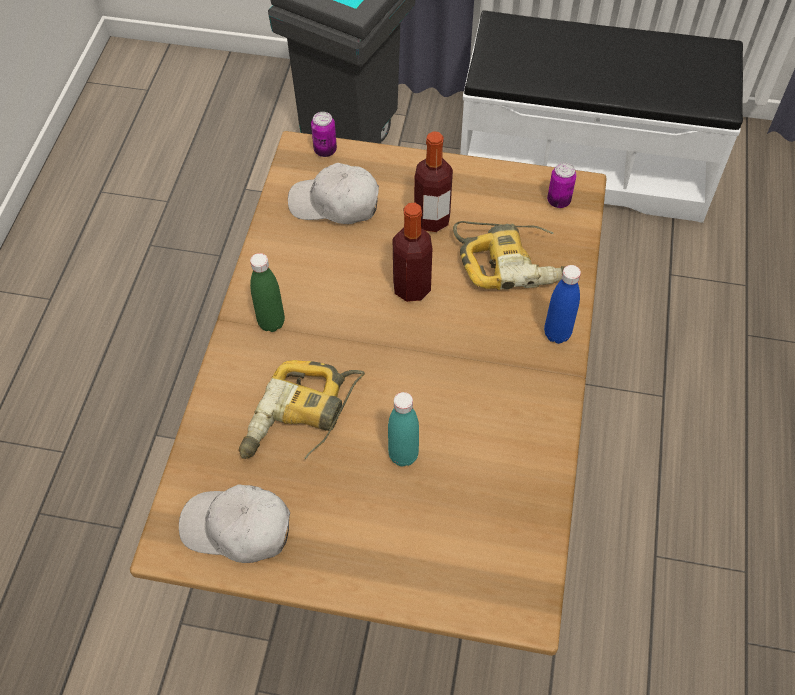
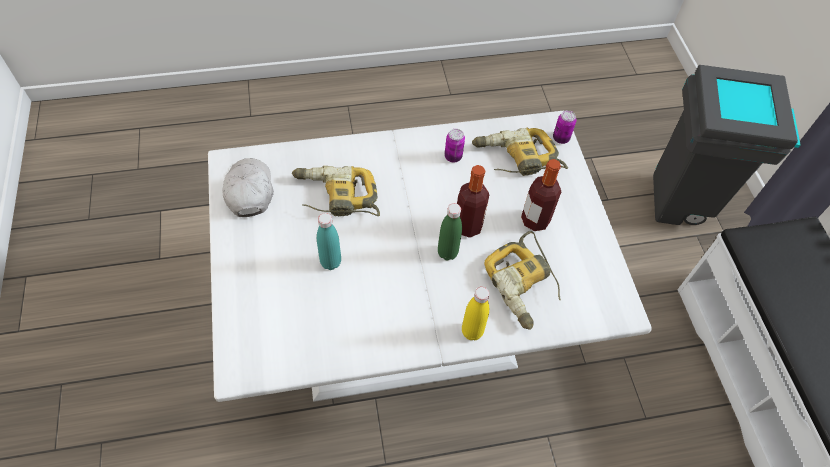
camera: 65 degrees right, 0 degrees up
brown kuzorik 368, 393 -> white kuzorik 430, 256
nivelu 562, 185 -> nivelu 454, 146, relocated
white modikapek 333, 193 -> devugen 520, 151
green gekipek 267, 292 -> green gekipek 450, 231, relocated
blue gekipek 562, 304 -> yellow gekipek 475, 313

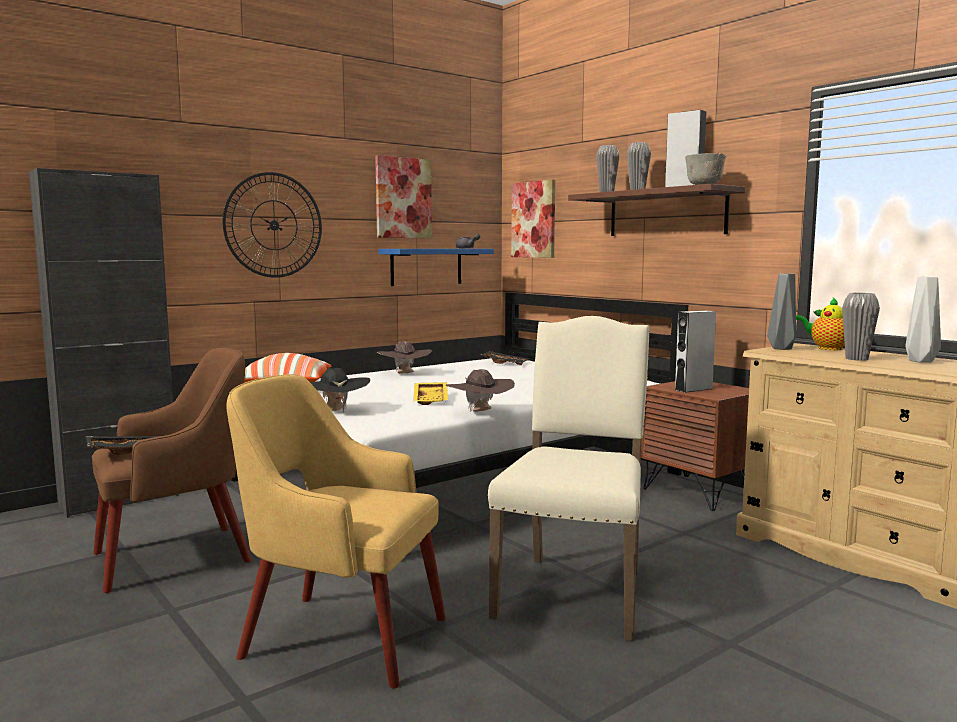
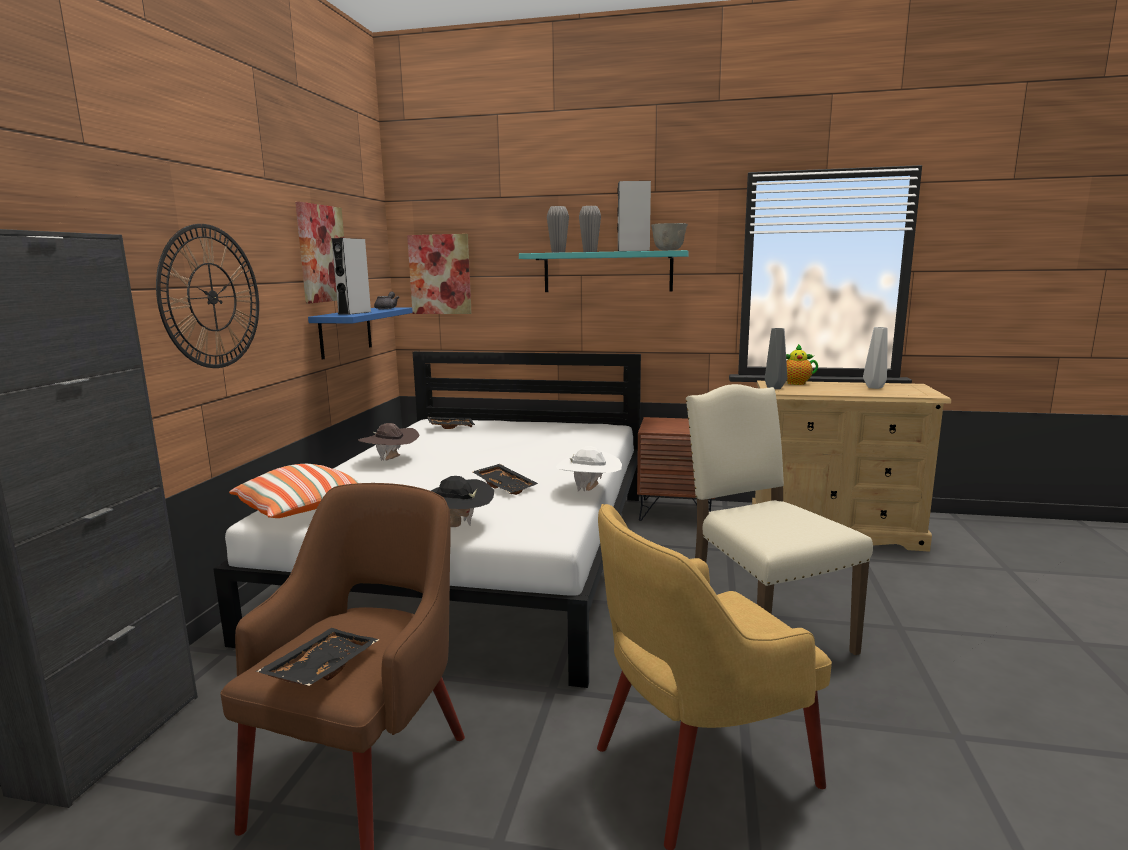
camera: 40 degrees left, 5 degrees up
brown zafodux 656, 210 -> turquoise zafodux 604, 271
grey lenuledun 861, 327 -> none
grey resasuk 695, 351 -> grey resasuk 351, 276, relocated
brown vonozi 480, 390 -> white vonozi 589, 469
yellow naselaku 430, 393 -> black naselaku 505, 479

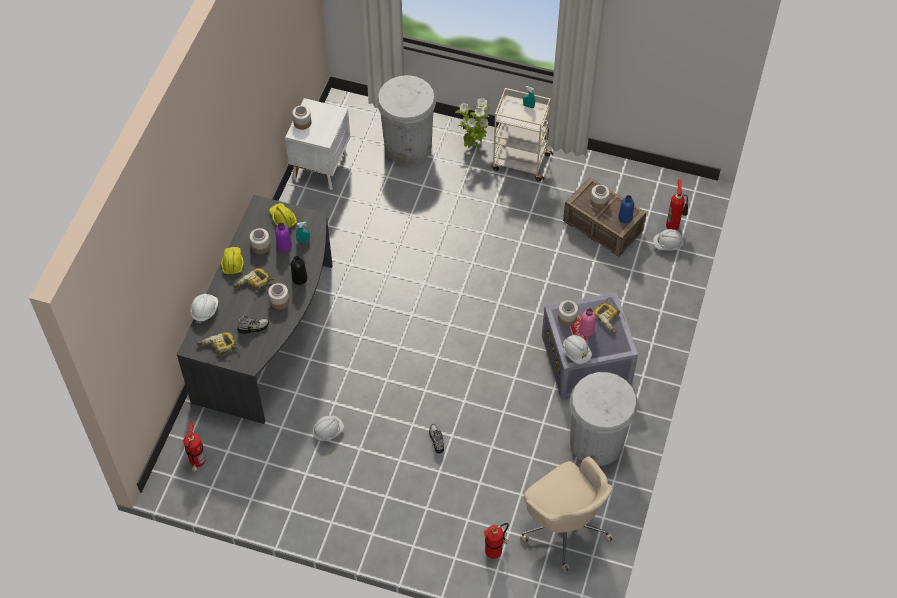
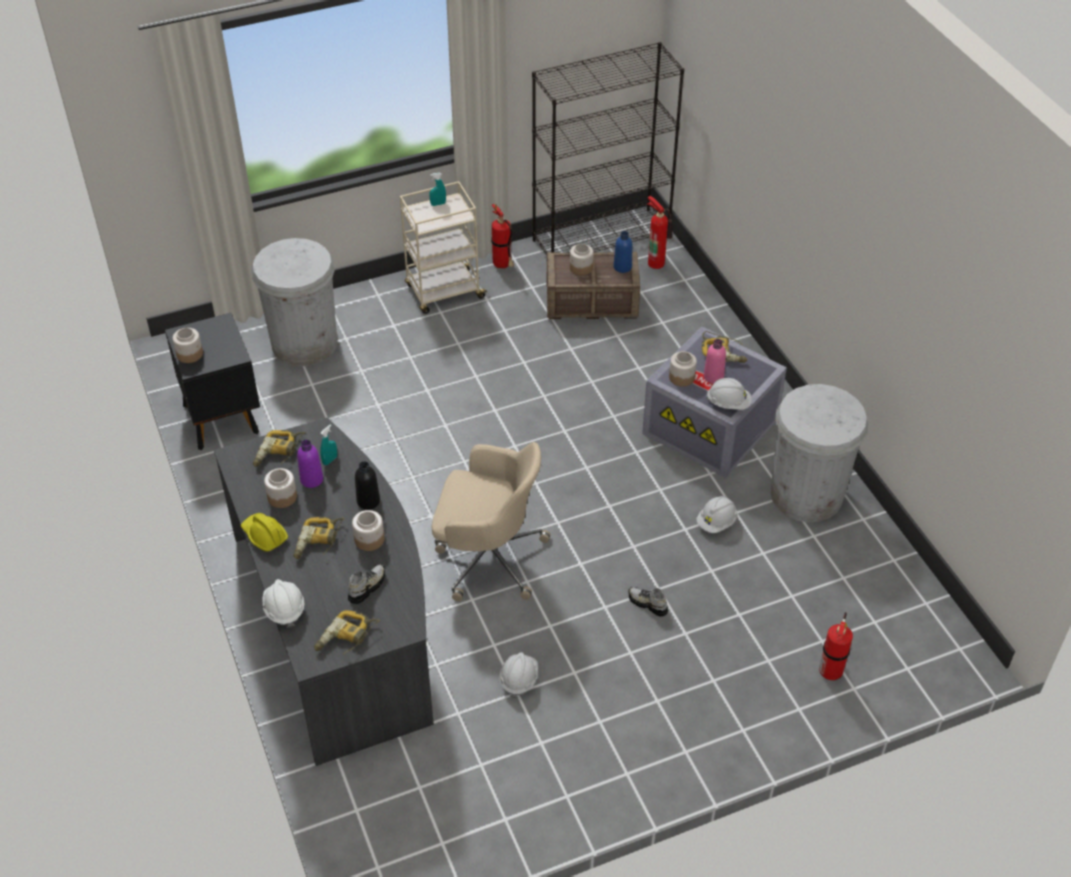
camera: 40 degrees left, 10 degrees down
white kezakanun 317, 144 -> black kezakanun 212, 381
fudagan 472, 123 -> none
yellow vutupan 283, 215 -> devugen 279, 448
white vutupan 668, 240 -> white vutupan 716, 514, relocated
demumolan 195, 447 -> demumolan 502, 236, relocated
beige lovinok 567, 514 -> beige lovinok 490, 521, relocated
none -> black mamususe 608, 148

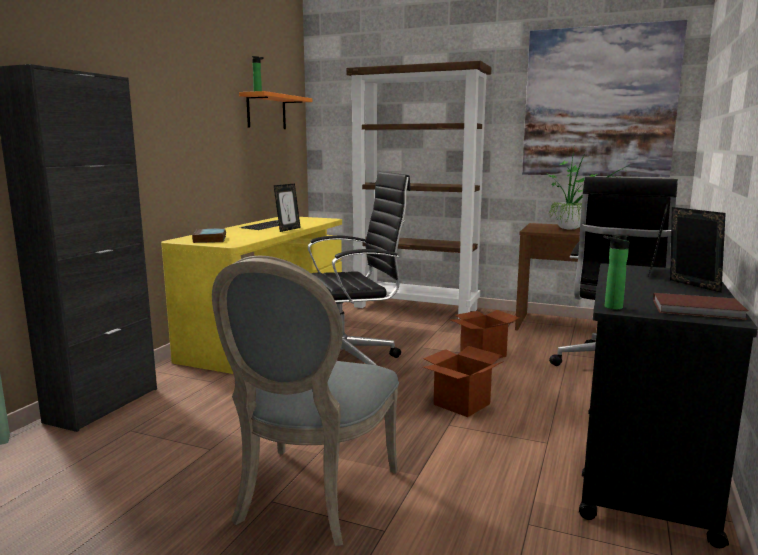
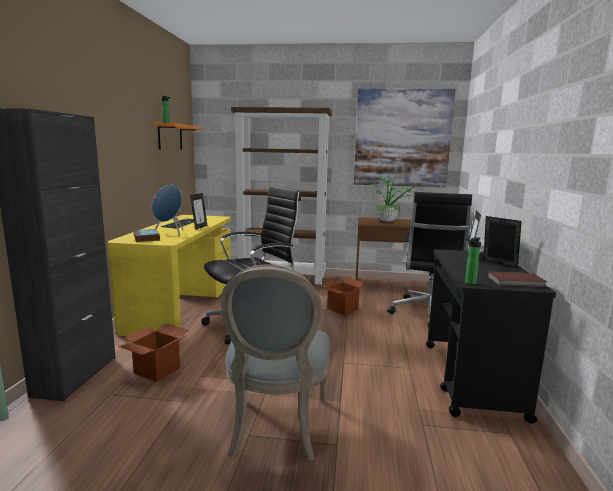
camera: 15 degrees left, 0 degrees up
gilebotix 463, 381 -> gilebotix 153, 352, relocated
none -> blue resasuk 168, 210

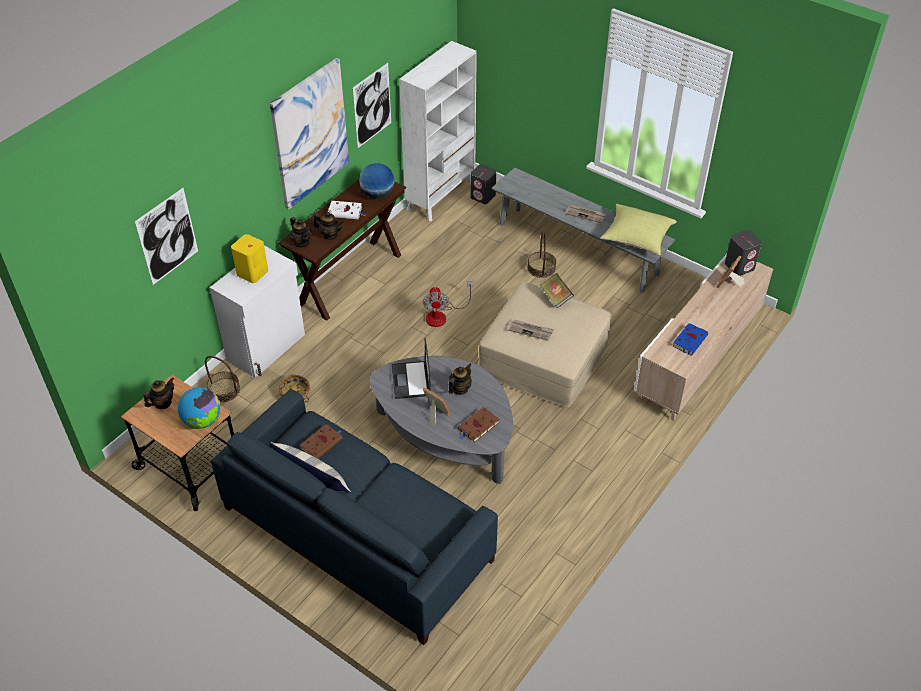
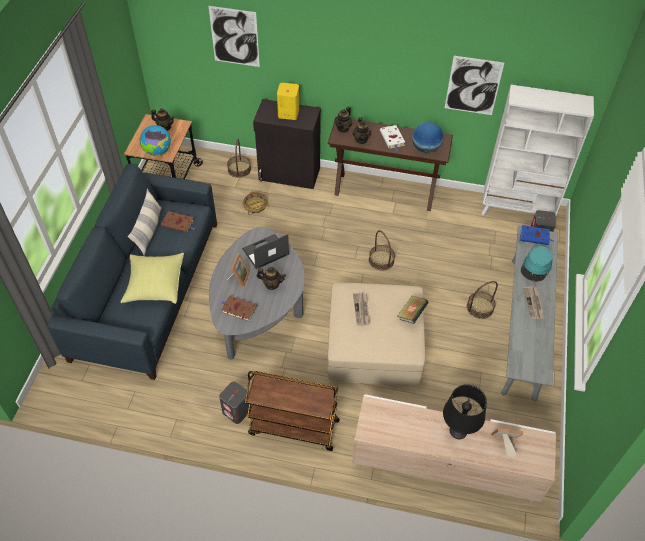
camera: 65 degrees right, 5 degrees up
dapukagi 309, 134 -> none
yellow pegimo 639, 229 -> yellow pegimo 152, 278, relocated
grey resasuk 743, 253 -> grey resasuk 235, 402, relocated
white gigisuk 257, 311 -> black gigisuk 287, 144
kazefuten 448, 304 -> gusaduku 382, 250
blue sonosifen 690, 339 -> blue sonosifen 537, 235, relocated
none -> turquoise vonozi 537, 263
none -> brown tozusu 292, 411
none -> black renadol 465, 411

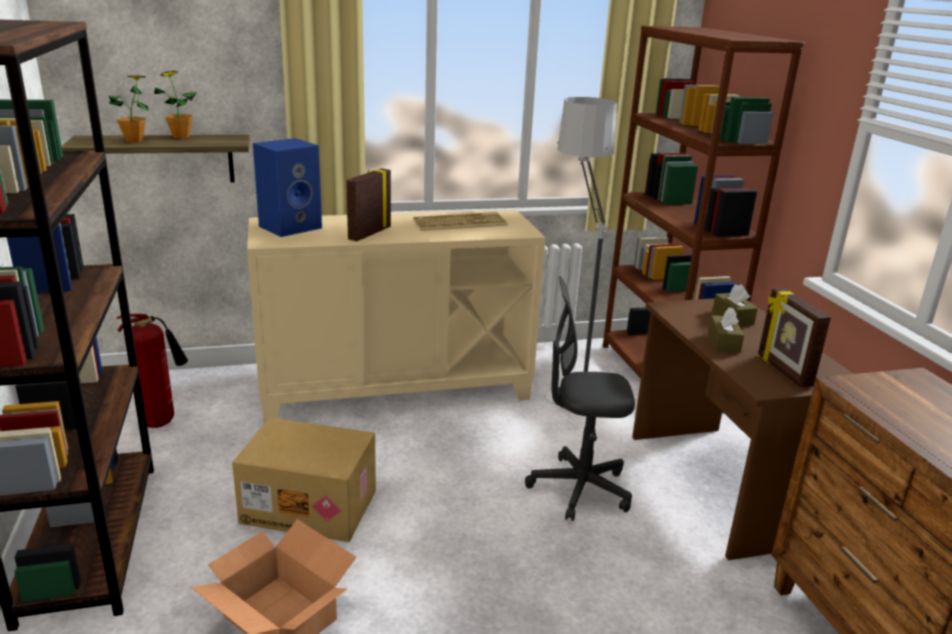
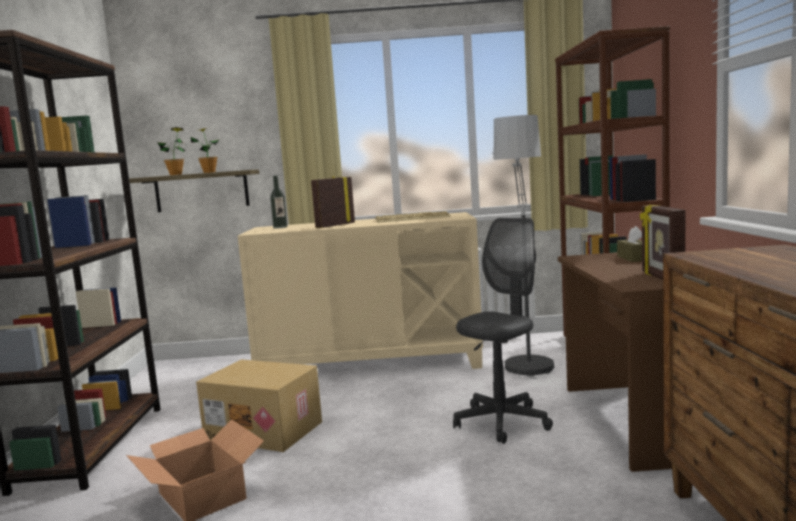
camera: 15 degrees right, 15 degrees down
blue resasuk 287, 187 -> gekipek 278, 202
grey lovinok 580, 398 -> grey lovinok 503, 331, 120 degrees clockwise
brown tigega 726, 330 -> none
demumolan 152, 371 -> none

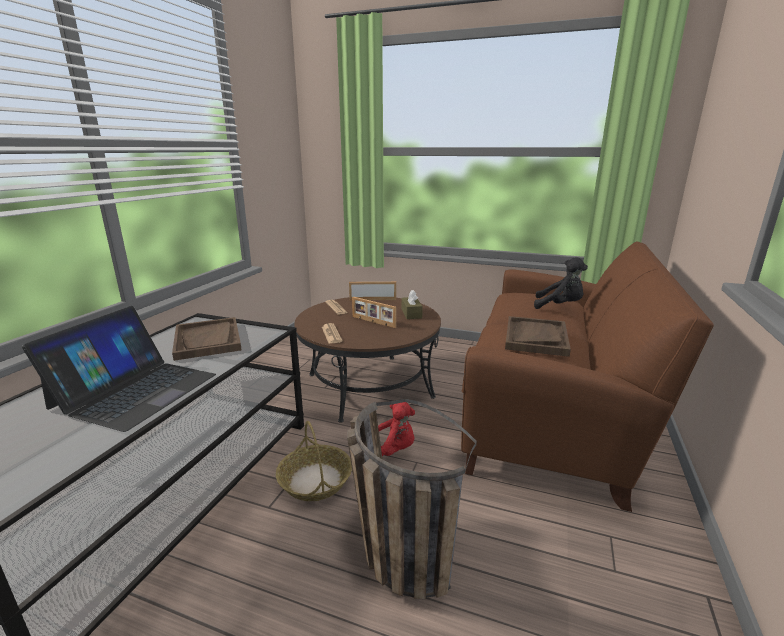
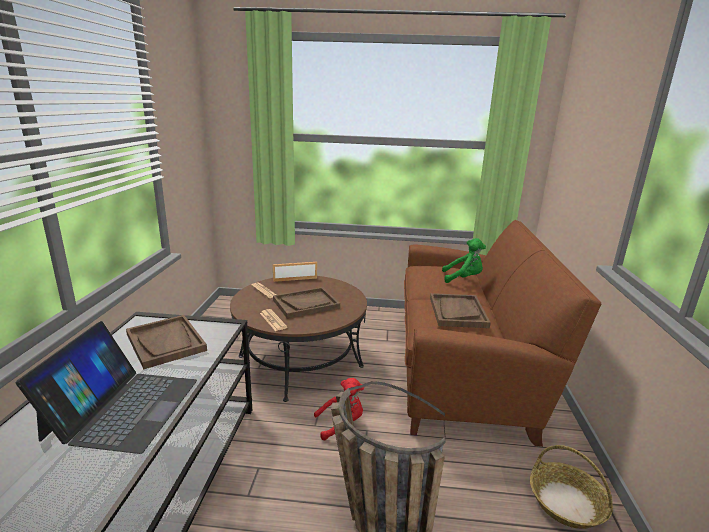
camera: 15 degrees left, 0 degrees up
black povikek 561, 283 -> green povikek 464, 260
brown tigega 412, 304 -> none
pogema 374, 312 -> brown naselaku 306, 303
gusaduku 314, 461 -> gusaduku 571, 487, relocated

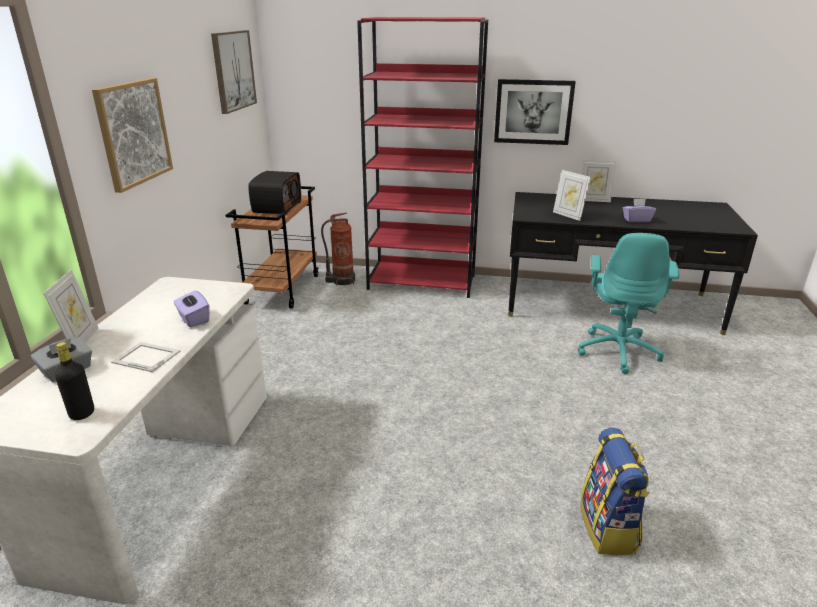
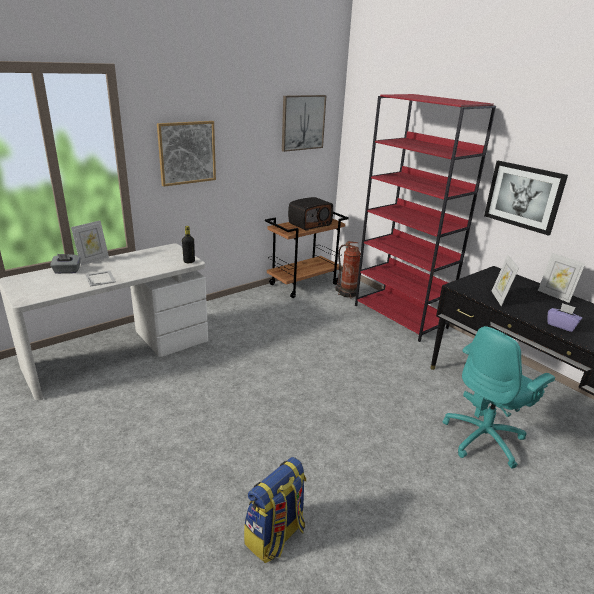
camera: 40 degrees right, 0 degrees up
purple tigega 191, 308 -> none
black gekipek 74, 381 -> black gekipek 188, 244, relocated

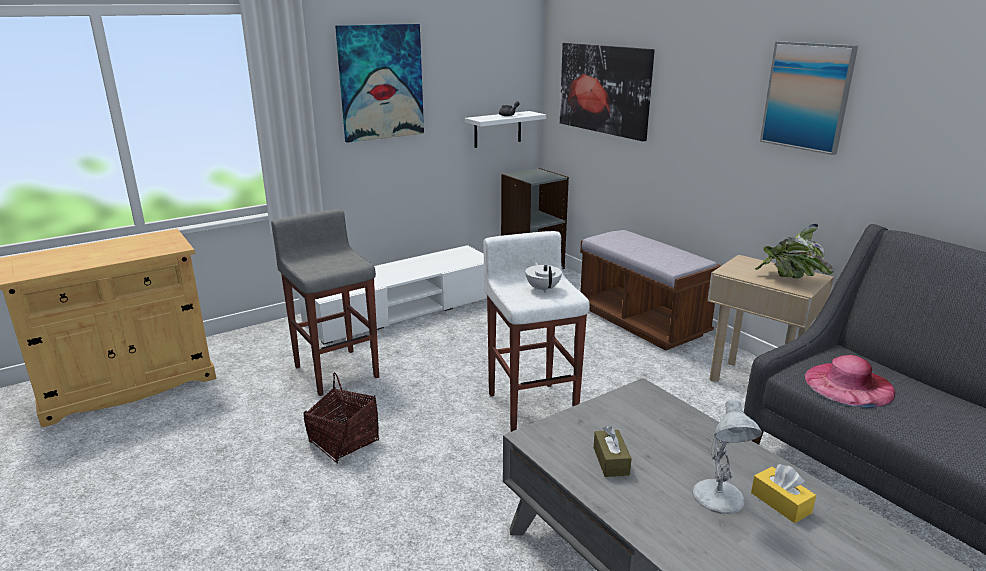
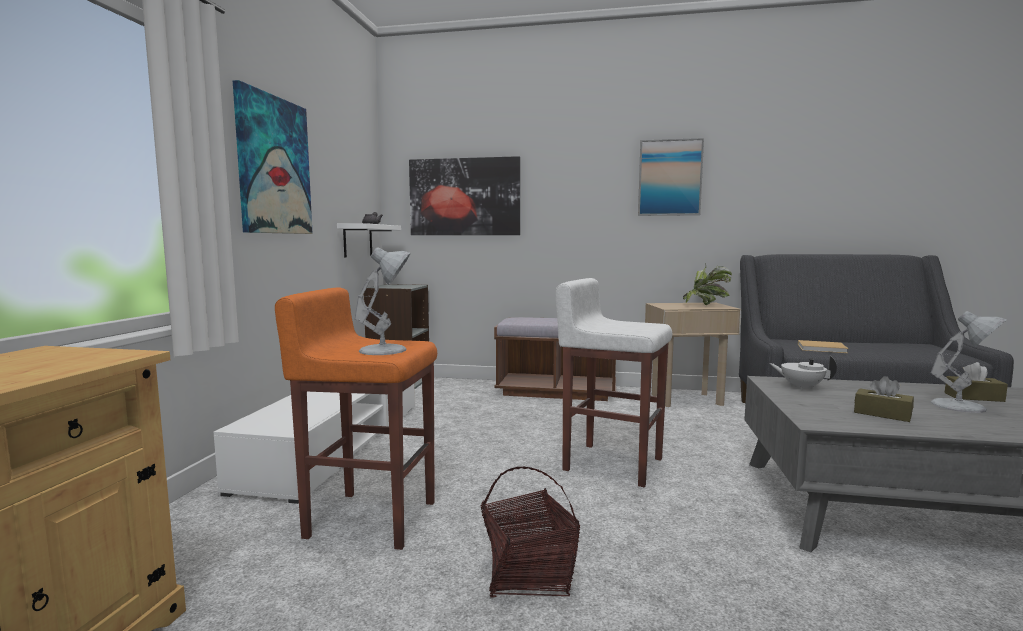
camera: 45 degrees left, 15 degrees down
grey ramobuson 325, 302 -> orange ramobuson 356, 418
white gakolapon 543, 277 -> white gakolapon 803, 373, relocated
pink vonozi 849, 381 -> beige sonosifen 823, 346
yellow tigega 783, 493 -> brown tigega 976, 382
none -> white renadol 382, 301

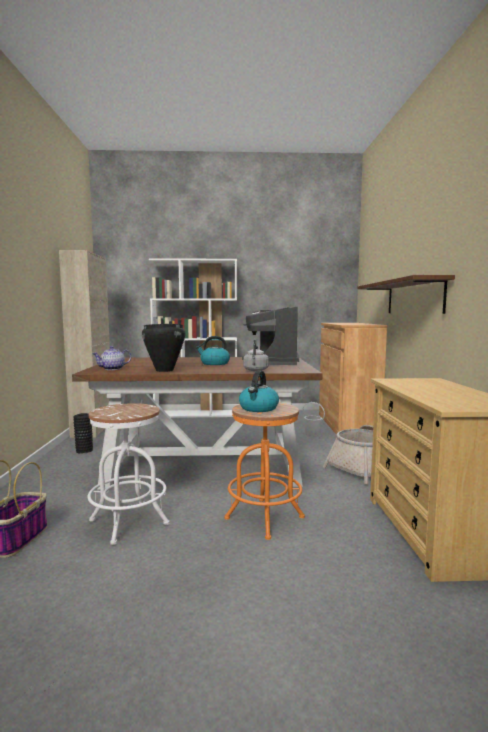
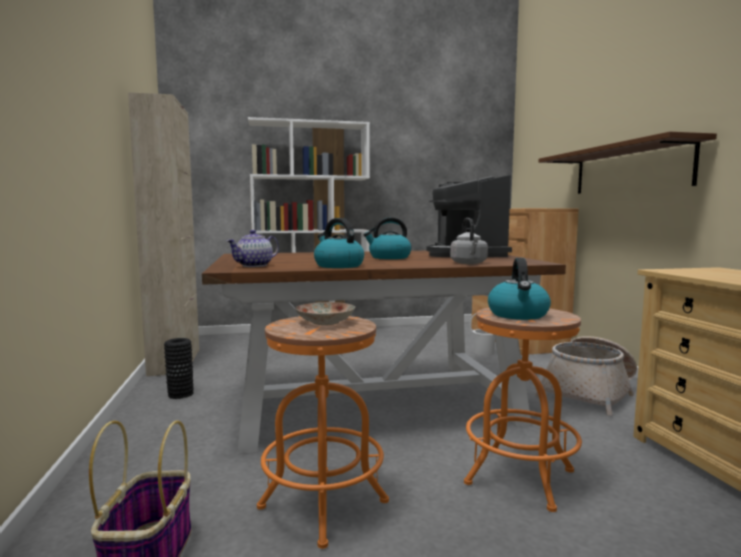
camera: 10 degrees left, 0 degrees up
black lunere 164, 347 -> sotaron 339, 243
white ramobuson 128, 474 -> orange ramobuson 323, 432
none -> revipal 325, 313

